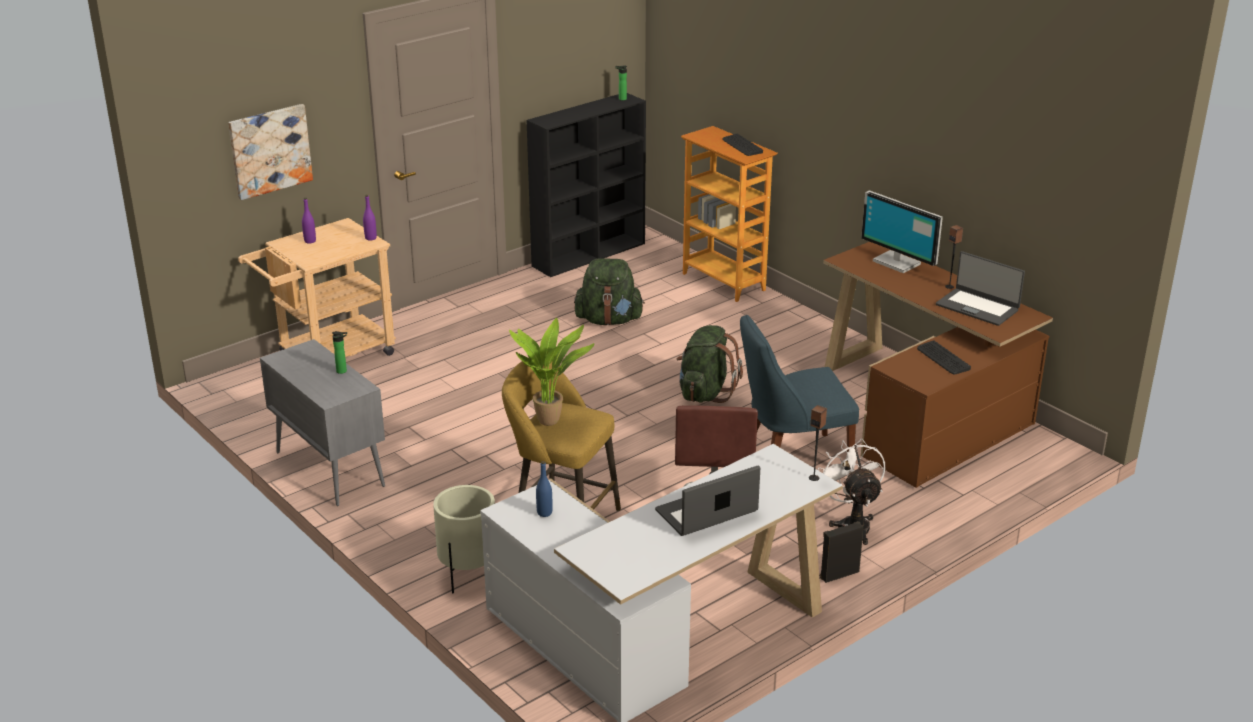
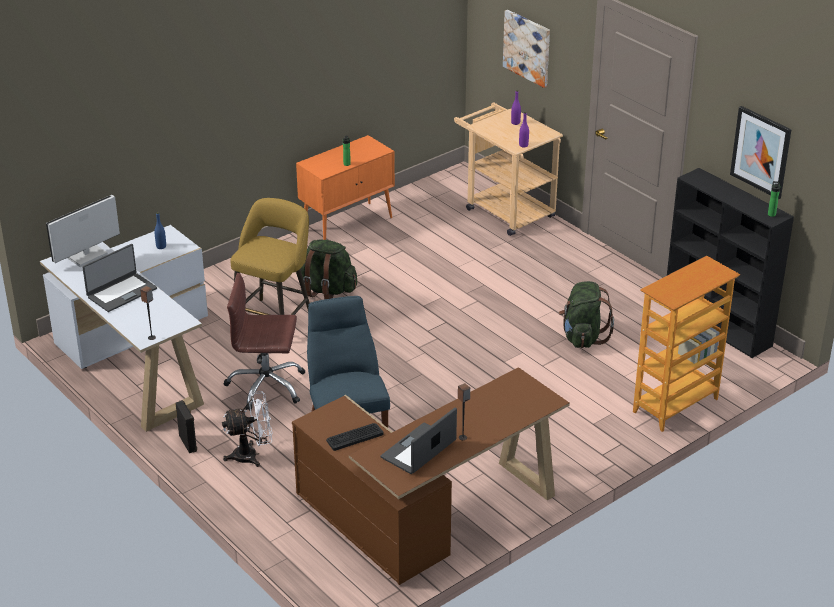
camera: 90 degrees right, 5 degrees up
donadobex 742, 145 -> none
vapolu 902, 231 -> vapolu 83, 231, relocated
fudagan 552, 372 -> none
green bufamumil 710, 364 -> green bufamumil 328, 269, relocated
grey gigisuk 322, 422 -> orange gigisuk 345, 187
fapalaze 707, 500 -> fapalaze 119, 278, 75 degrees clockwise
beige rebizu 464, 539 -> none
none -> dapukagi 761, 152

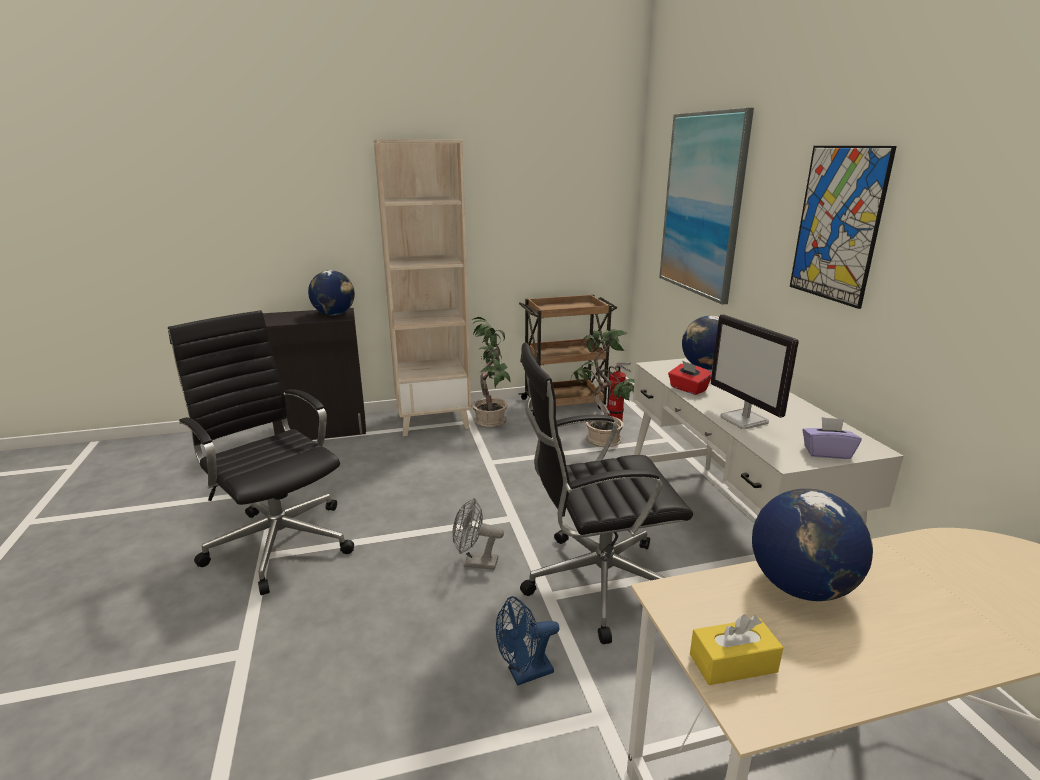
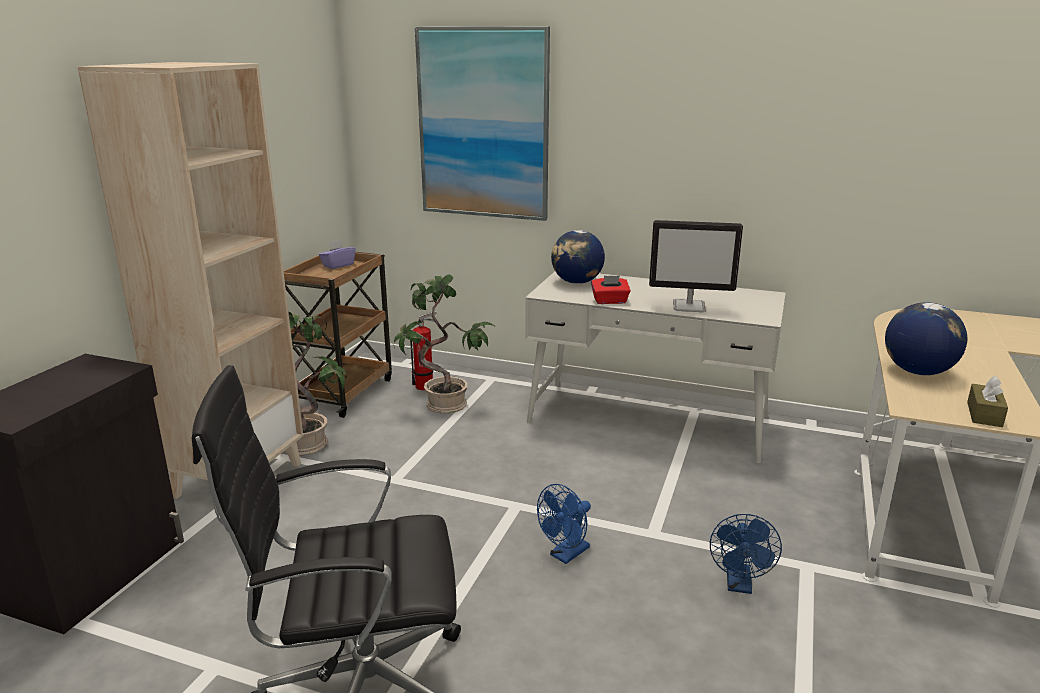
camera: 55 degrees left, 0 degrees up
dapukagi 843, 227 -> none
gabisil 331, 292 -> none
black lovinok 606, 493 -> none
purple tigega 832, 438 -> purple tigega 337, 254, relocated
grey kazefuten 478, 534 -> blue kazefuten 564, 524
yellow tigega 737, 650 -> brown tigega 987, 401

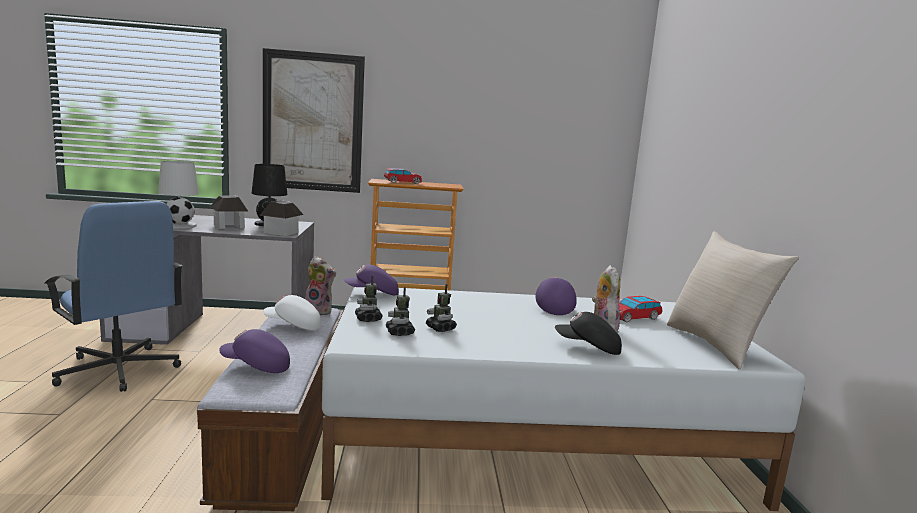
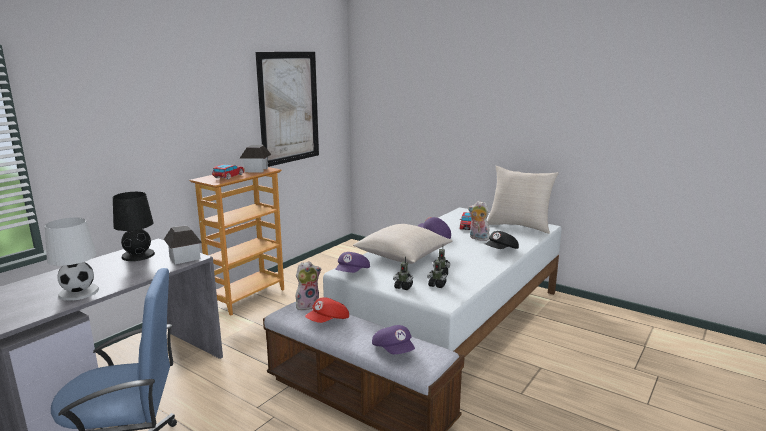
camera: 50 degrees left, 5 degrees up
dapukagi 314, 120 -> dapukagi 287, 109, relocated
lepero 229, 212 -> lepero 256, 158, relocated
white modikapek 292, 312 -> red modikapek 327, 310
purple modikapek 254, 351 -> purple modikapek 393, 339, 75 degrees counterclockwise
none -> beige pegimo 402, 244

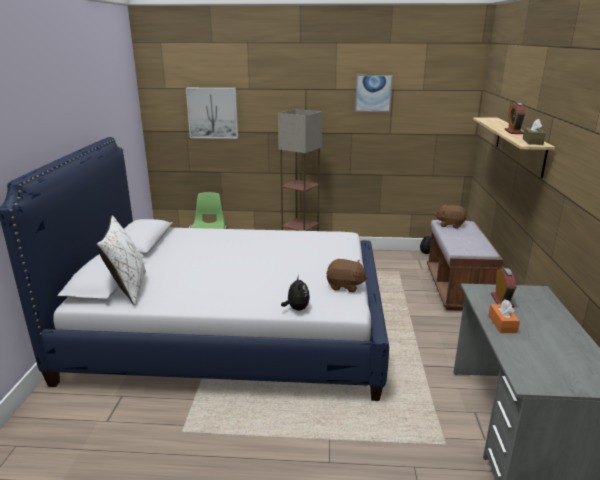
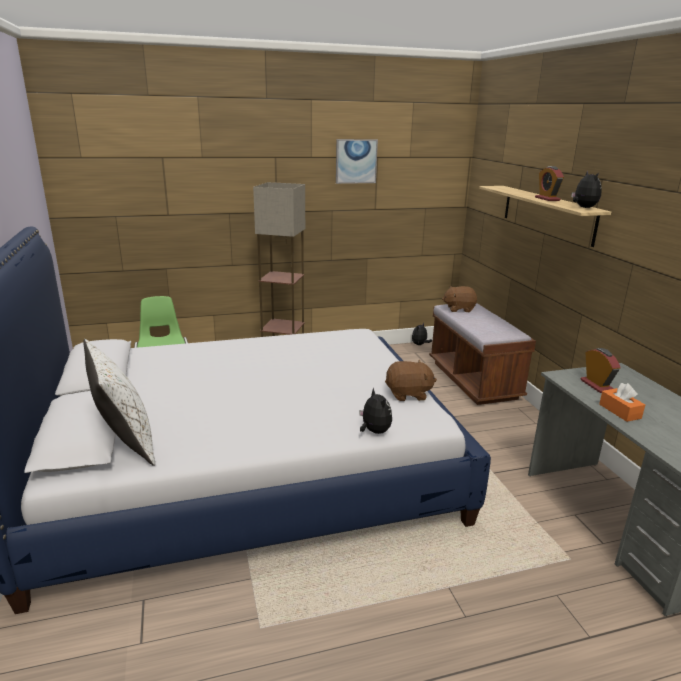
camera: 20 degrees left, 0 degrees up
dapukagi 212, 113 -> none
brown tigega 534, 132 -> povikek 586, 189

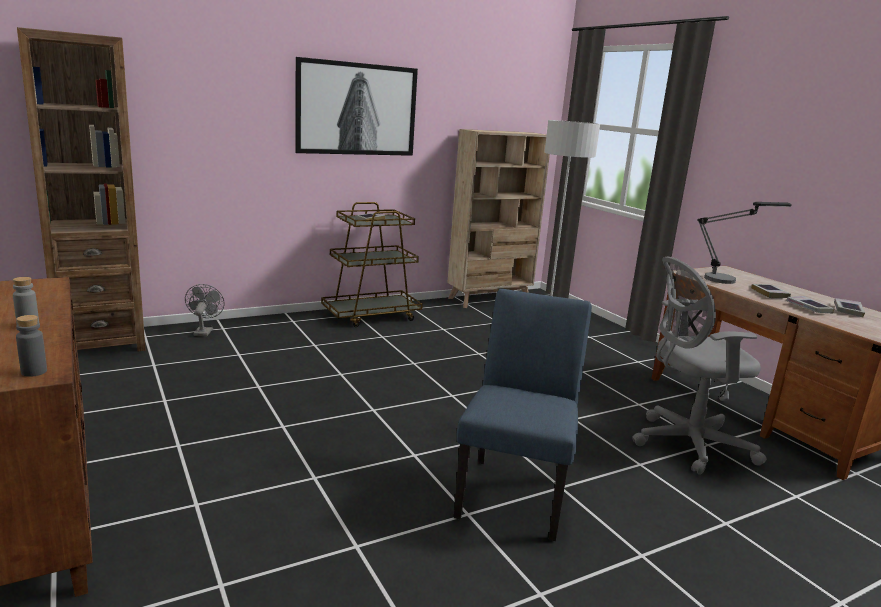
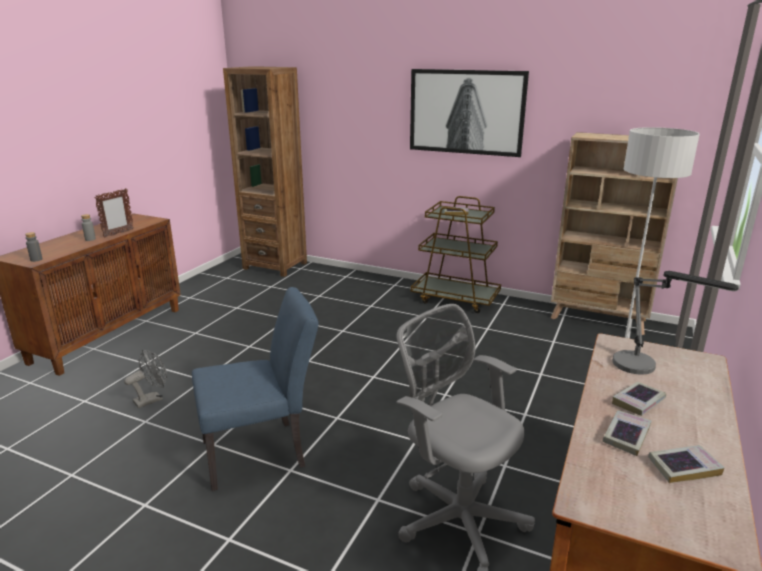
camera: 55 degrees right, 5 degrees up
grey kazefuten 205, 310 -> grey kazefuten 145, 378, relocated
none -> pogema 114, 213

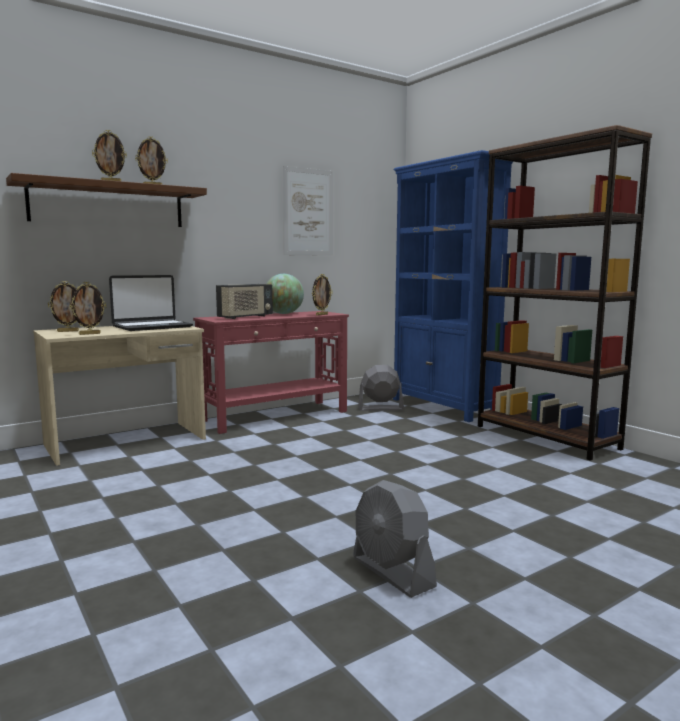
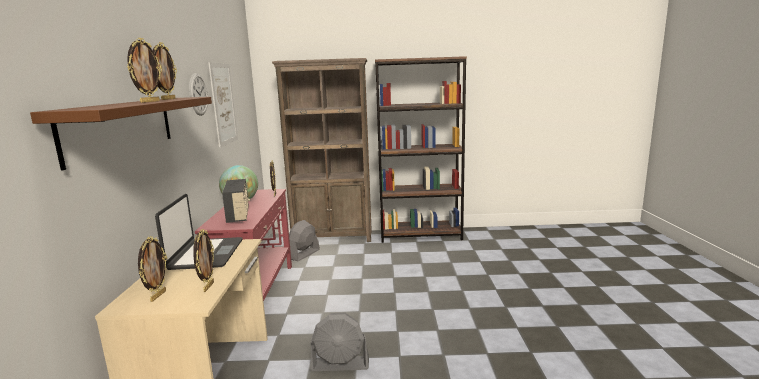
camera: 55 degrees left, 5 degrees up
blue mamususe 453, 286 -> brown mamususe 322, 150
grey kazefuten 395, 539 -> grey kazefuten 339, 342, relocated
none -> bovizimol 198, 94

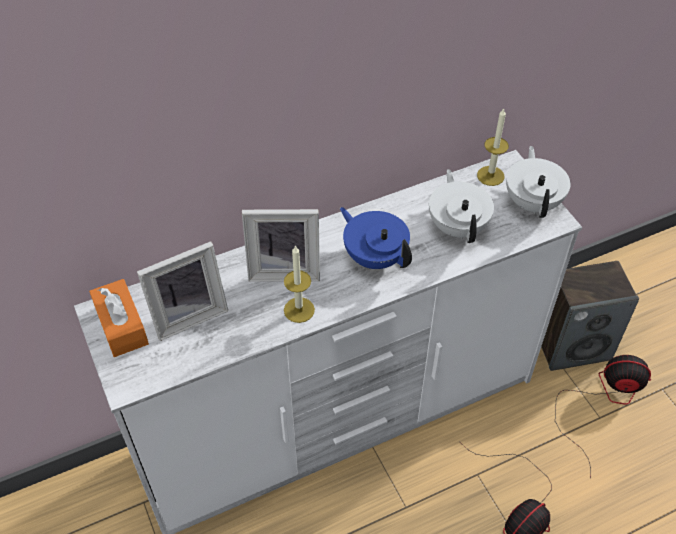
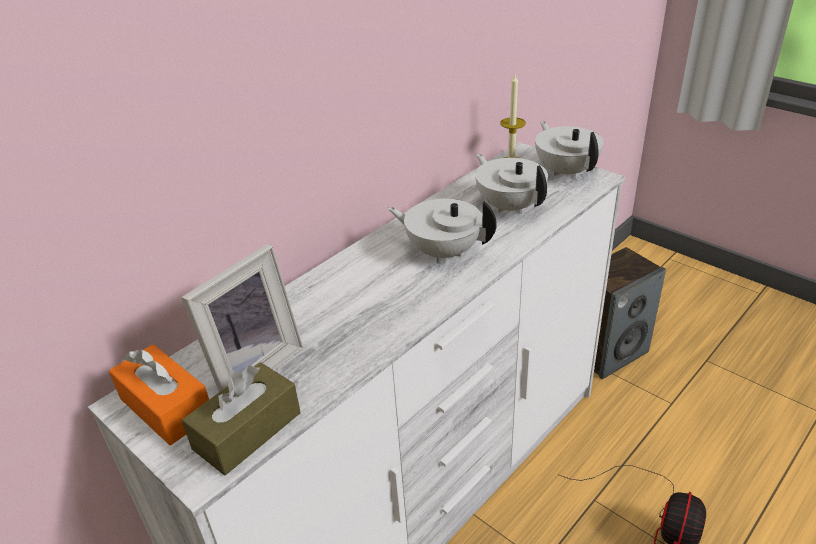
camera: 20 degrees left, 15 degrees down
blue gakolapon 376, 238 -> white gakolapon 442, 231
pogema 281, 245 -> none
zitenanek 299, 284 -> none
kazefuten 603, 416 -> none
none -> brown tigega 241, 418

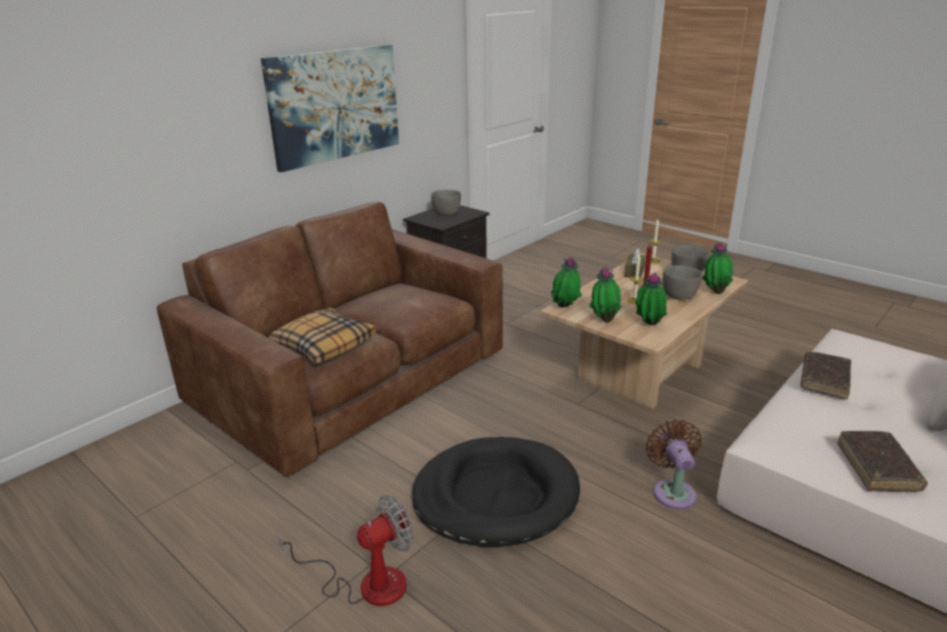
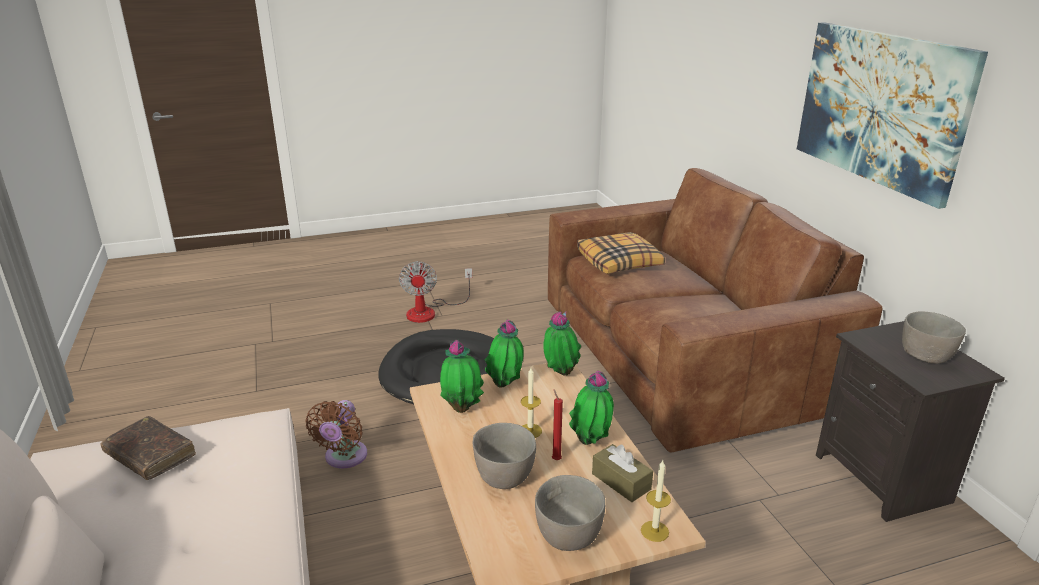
camera: 120 degrees right, 0 degrees up
fudagan 717, 268 -> fudagan 591, 408, relocated
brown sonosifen 825, 376 -> none
brown kazefuten 674, 464 -> brown kazefuten 336, 434, 75 degrees clockwise

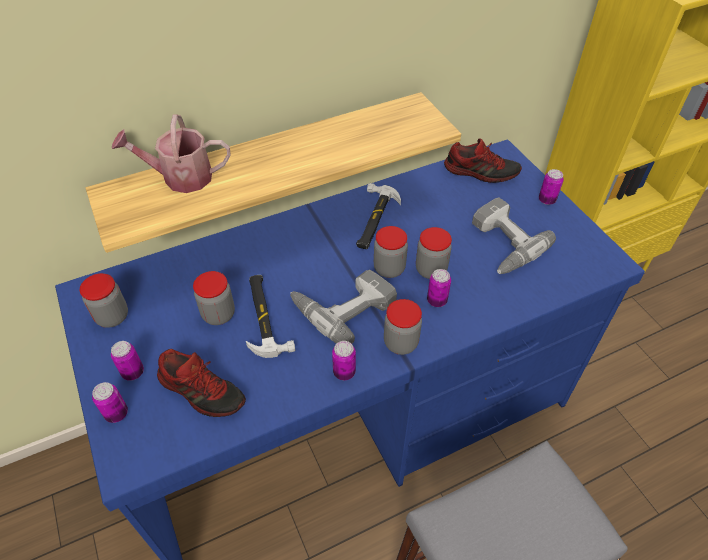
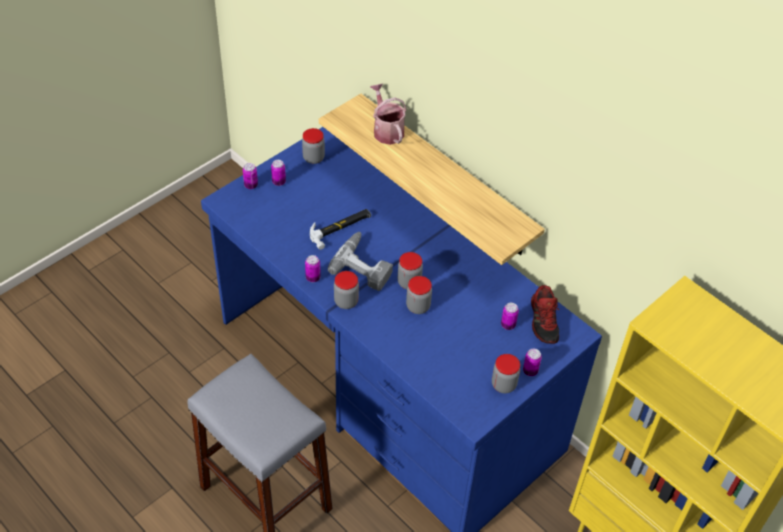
camera: 70 degrees right, 0 degrees up
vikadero 378, 216 -> none
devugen 514, 235 -> none
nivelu 439, 288 -> nivelu 510, 316, relocated
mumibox 214, 298 -> mumibox 506, 373, relocated
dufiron 201, 383 -> none

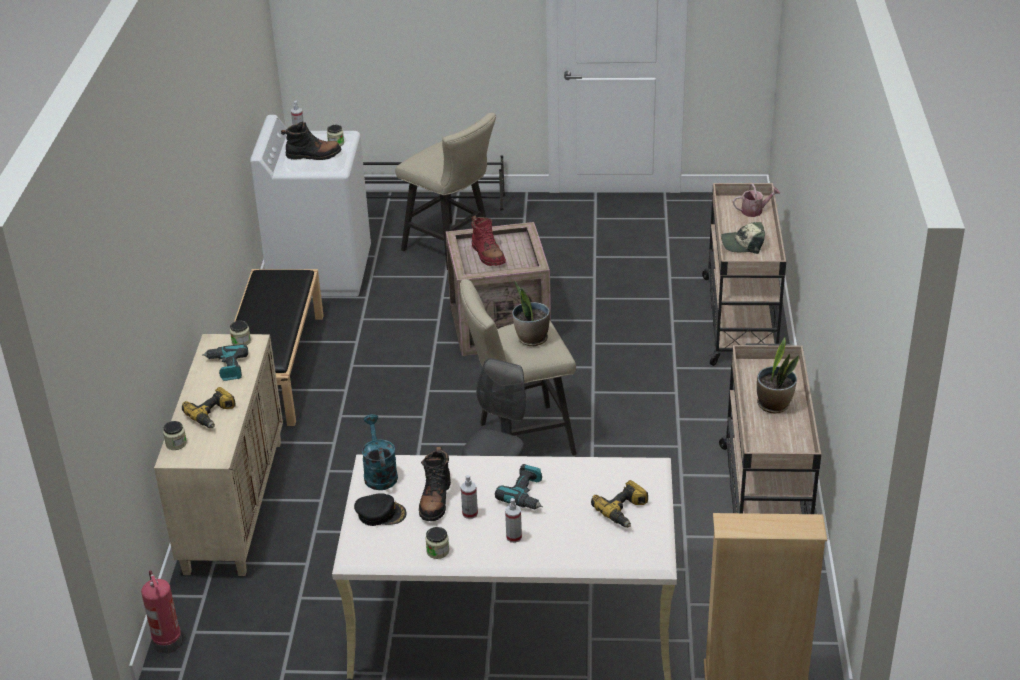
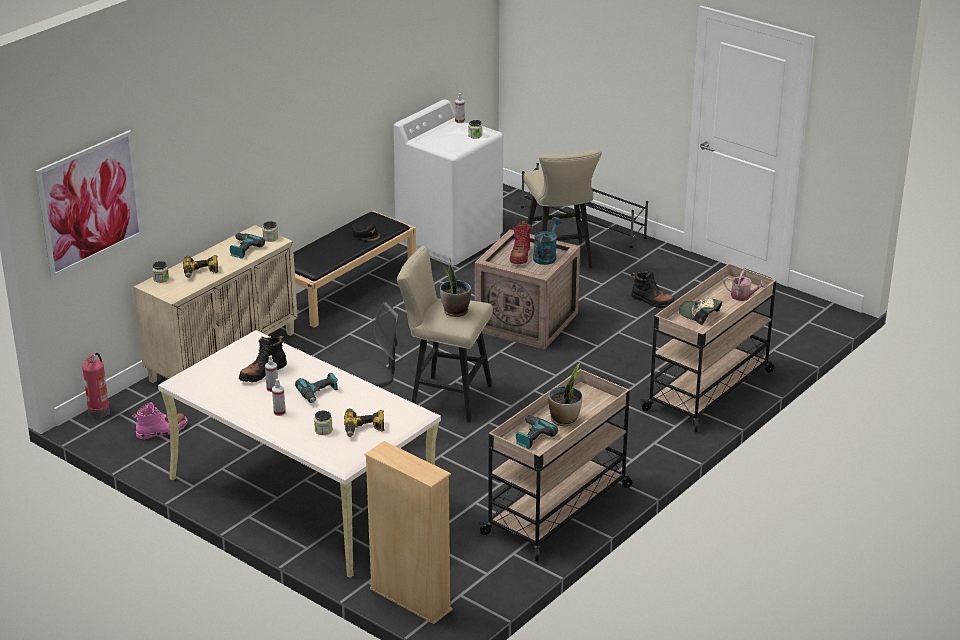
camera: 35 degrees right, 5 degrees down
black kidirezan 311, 140 -> black kidirezan 653, 289, relocated
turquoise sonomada 380, 452 -> turquoise sonomada 547, 241, relocated
black modikapek 380, 509 -> black modikapek 366, 232, relocated
mumibox 437, 543 -> mumibox 323, 423, relocated
none -> dapukagi 89, 204
none -> pink kidirezan 160, 420
none -> devugen 537, 432

